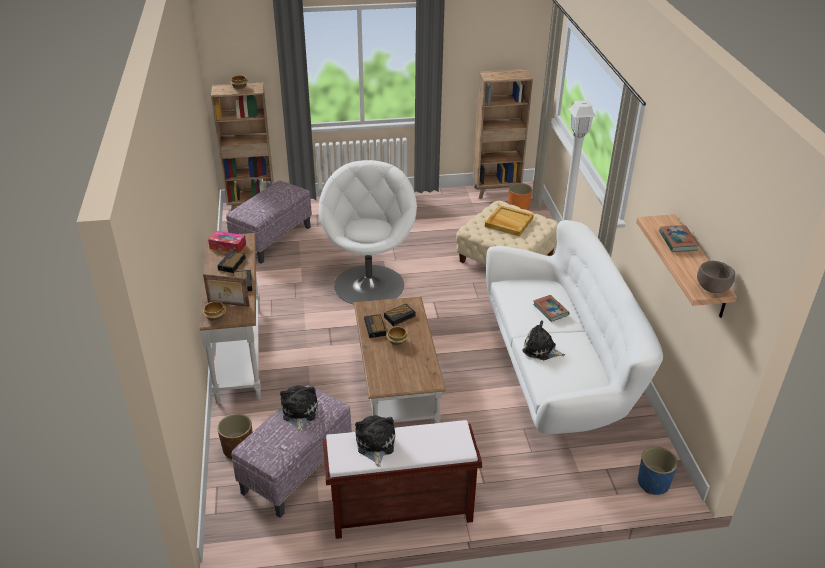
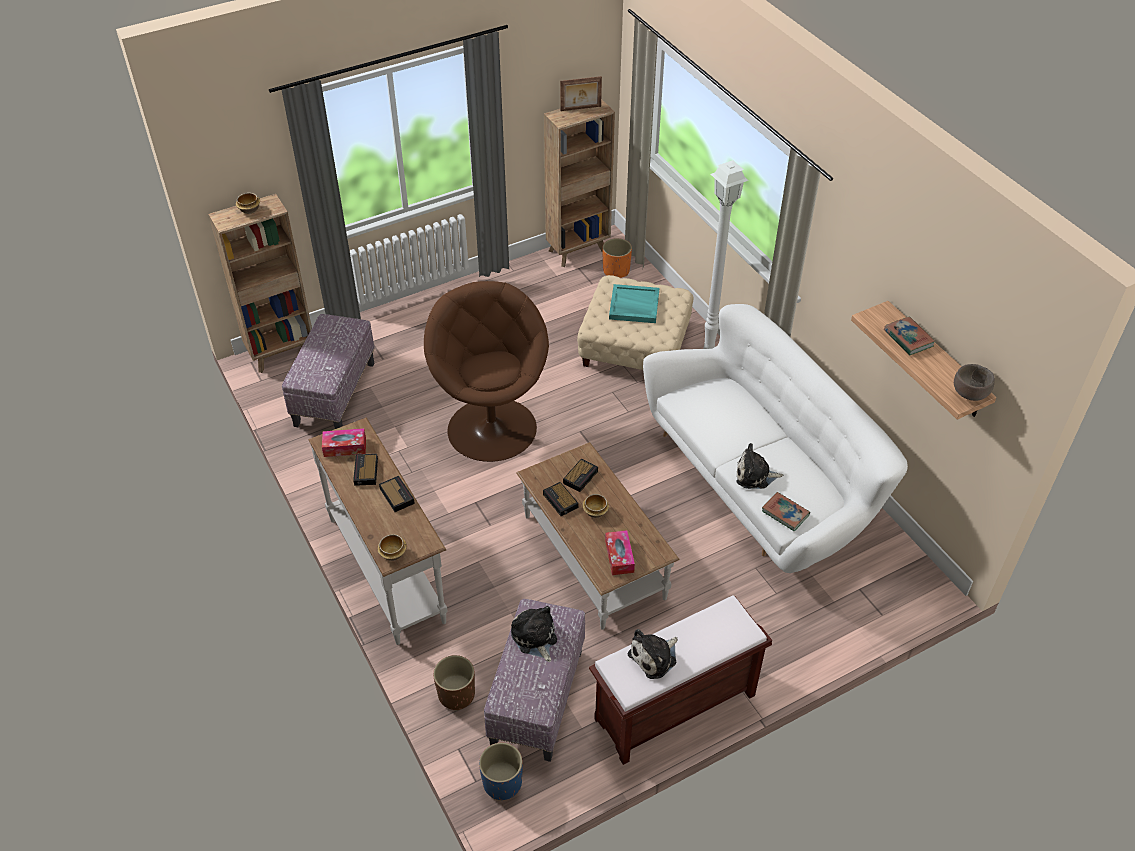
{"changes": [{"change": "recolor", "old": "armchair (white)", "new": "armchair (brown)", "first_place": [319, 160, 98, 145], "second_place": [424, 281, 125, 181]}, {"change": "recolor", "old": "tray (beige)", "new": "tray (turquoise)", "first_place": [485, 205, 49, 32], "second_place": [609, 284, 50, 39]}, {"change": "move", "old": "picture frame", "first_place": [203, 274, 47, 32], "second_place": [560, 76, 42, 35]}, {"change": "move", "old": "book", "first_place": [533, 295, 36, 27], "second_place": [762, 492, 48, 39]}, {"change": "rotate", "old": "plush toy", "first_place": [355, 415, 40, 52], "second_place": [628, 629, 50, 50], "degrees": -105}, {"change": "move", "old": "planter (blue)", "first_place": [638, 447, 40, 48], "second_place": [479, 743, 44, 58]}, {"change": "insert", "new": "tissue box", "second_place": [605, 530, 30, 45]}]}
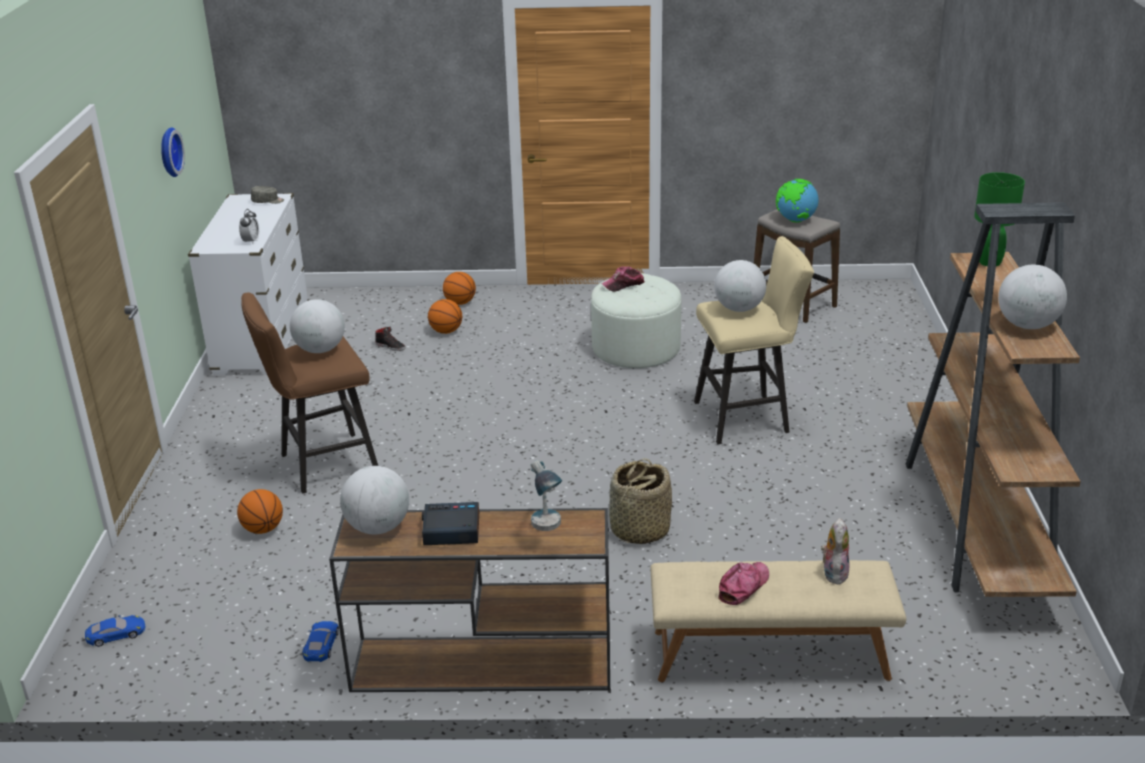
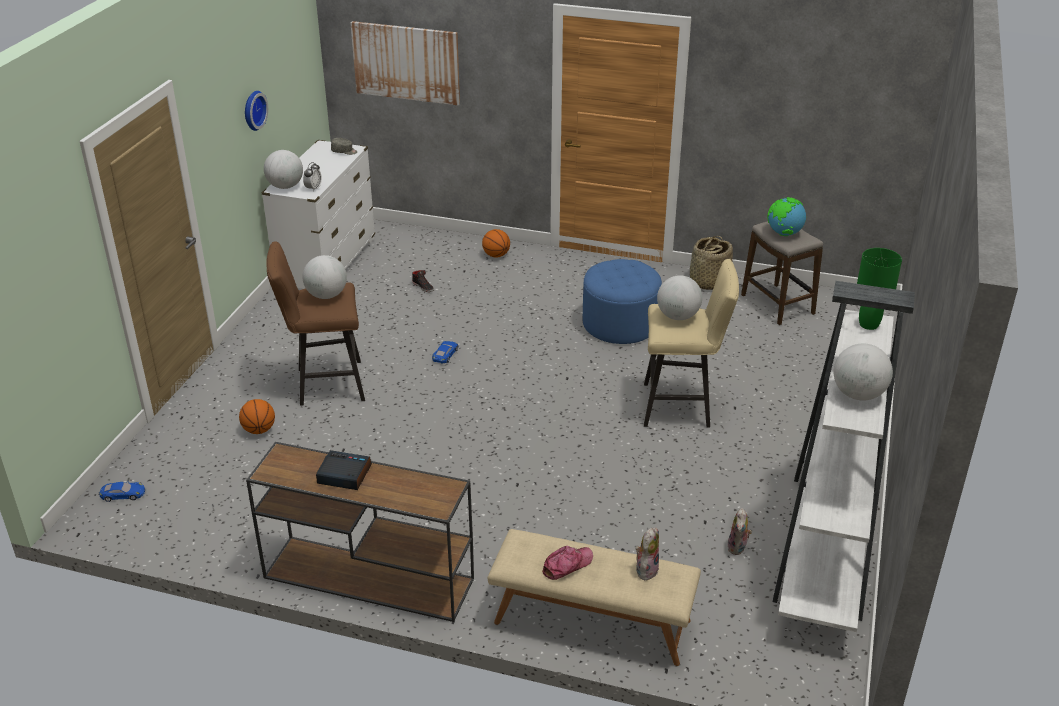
{"changes": [{"change": "recolor", "old": "bookcase (brown)", "new": "bookcase (white)", "first_place": [906, 202, 175, 395], "second_place": [773, 281, 142, 351]}, {"change": "delete", "old": "cap", "first_place": [602, 266, 43, 26]}, {"change": "recolor", "old": "ottoman (white)", "new": "ottoman (blue)", "first_place": [591, 273, 90, 96], "second_place": [583, 259, 79, 85]}, {"change": "delete", "old": "basketball", "first_place": [428, 299, 34, 35]}, {"change": "move", "old": "basket", "first_place": [609, 458, 63, 86], "second_place": [690, 236, 43, 54]}, {"change": "delete", "old": "table lamp", "first_place": [531, 460, 31, 71]}, {"change": "move", "old": "globe", "first_place": [340, 466, 69, 68], "second_place": [264, 150, 39, 39]}, {"change": "move", "old": "toy car (blue)", "first_place": [302, 621, 37, 41], "second_place": [432, 341, 26, 22]}, {"change": "insert", "new": "picture", "second_place": [351, 21, 109, 85]}, {"change": "insert", "new": "plush toy", "second_place": [727, 508, 25, 47]}]}
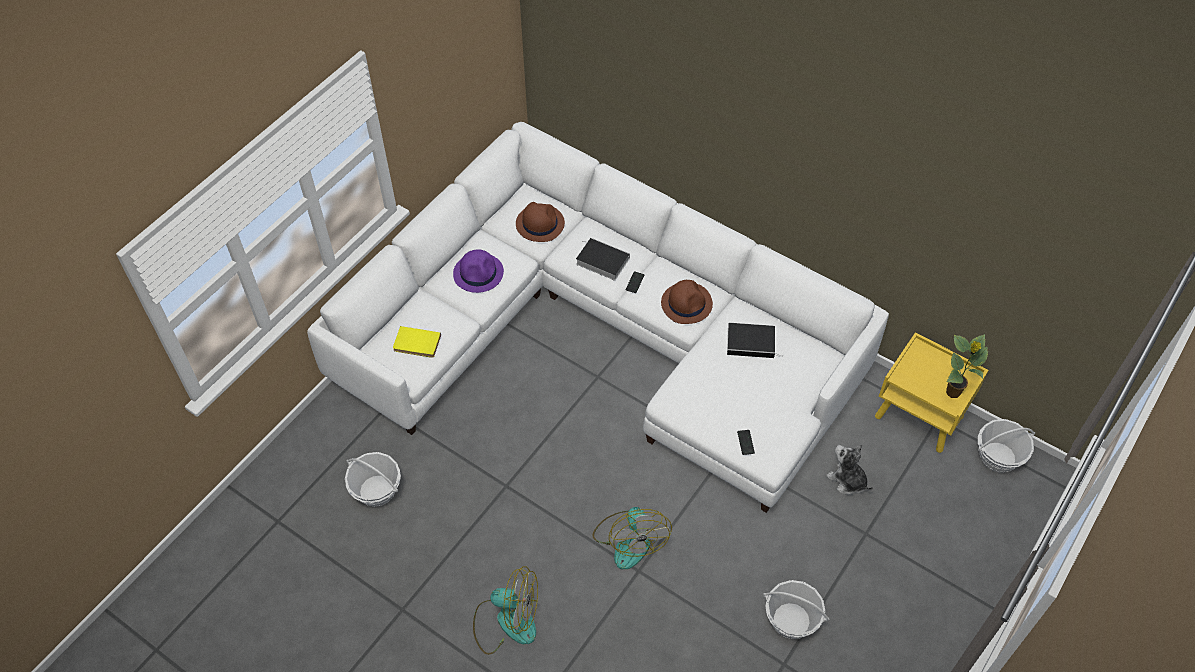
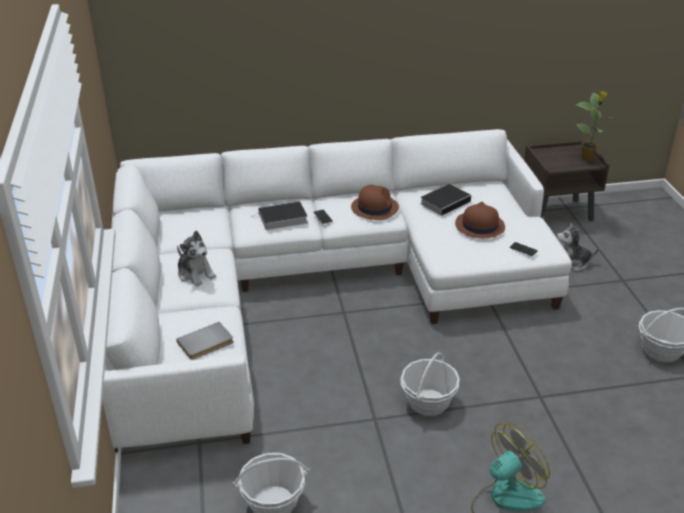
{"changes": [{"change": "move", "old": "hat (brown)", "first_place": [516, 202, 49, 40], "second_place": [455, 202, 50, 36]}, {"change": "replace", "old": "hat (purple)", "new": "plush toy", "first_place": [453, 249, 51, 44], "second_place": [177, 231, 39, 56]}, {"change": "recolor", "old": "book (yellow)", "new": "book (grey)", "first_place": [393, 326, 48, 32], "second_place": [176, 322, 57, 38]}, {"change": "recolor", "old": "nightstand (yellow)", "new": "nightstand (brown)", "first_place": [875, 332, 113, 121], "second_place": [524, 140, 86, 81]}, {"change": "move", "old": "basket", "first_place": [978, 419, 57, 54], "second_place": [400, 352, 60, 64]}, {"change": "delete", "old": "fan", "first_place": [593, 507, 79, 63]}]}
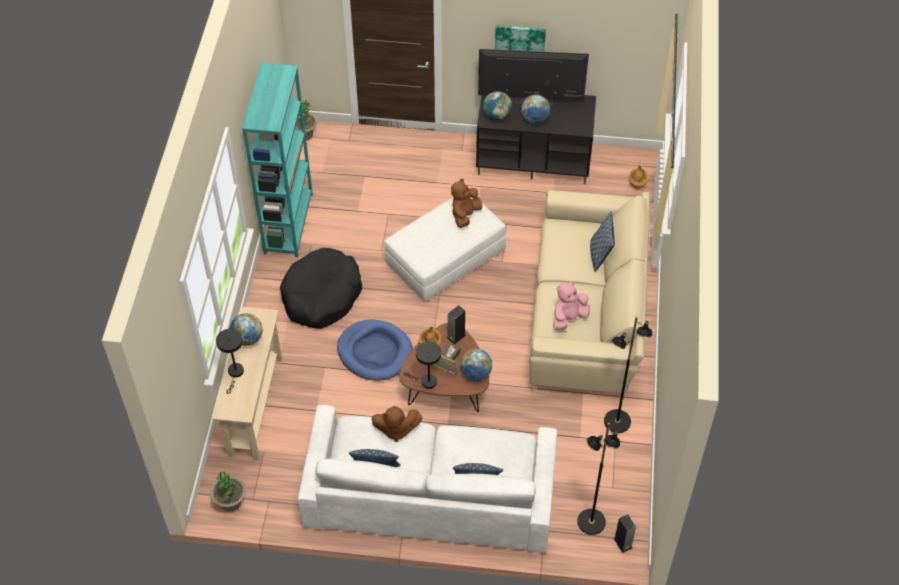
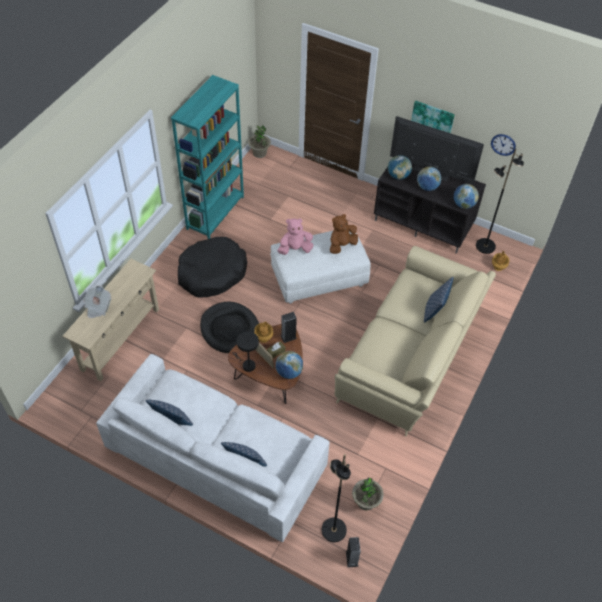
{"changes": [{"change": "move", "old": "plush toy (pink)", "first_place": [553, 281, 37, 49], "second_place": [277, 218, 37, 37]}, {"change": "move", "old": "globe", "first_place": [229, 313, 34, 33], "second_place": [454, 184, 25, 25]}, {"change": "move", "old": "floor lamp (black)", "first_place": [604, 316, 48, 117], "second_place": [476, 149, 48, 105]}, {"change": "recolor", "old": "dog bed (blue)", "new": "dog bed (black)", "first_place": [337, 320, 76, 61], "second_place": [200, 302, 59, 51]}, {"change": "replace", "old": "table lamp (black)", "new": "newspaper", "first_place": [216, 329, 28, 65], "second_place": [84, 285, 27, 33]}, {"change": "delete", "old": "plush toy (brown)", "first_place": [371, 406, 52, 36]}, {"change": "move", "old": "potted plant", "first_place": [210, 472, 36, 40], "second_place": [352, 478, 32, 32]}, {"change": "insert", "new": "wall clock", "second_place": [491, 134, 25, 22]}]}
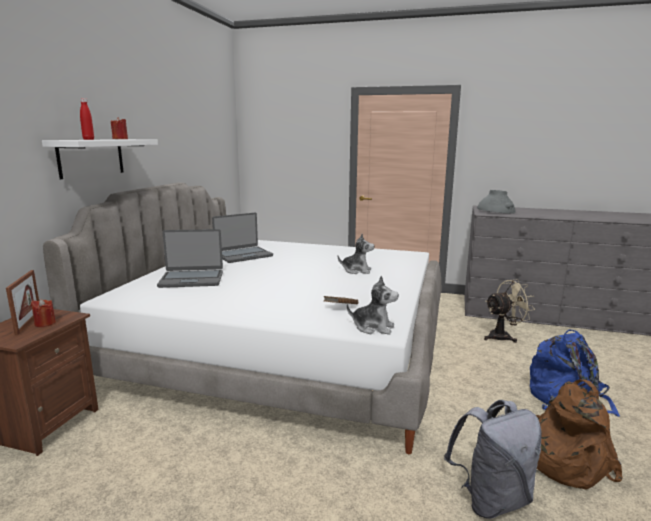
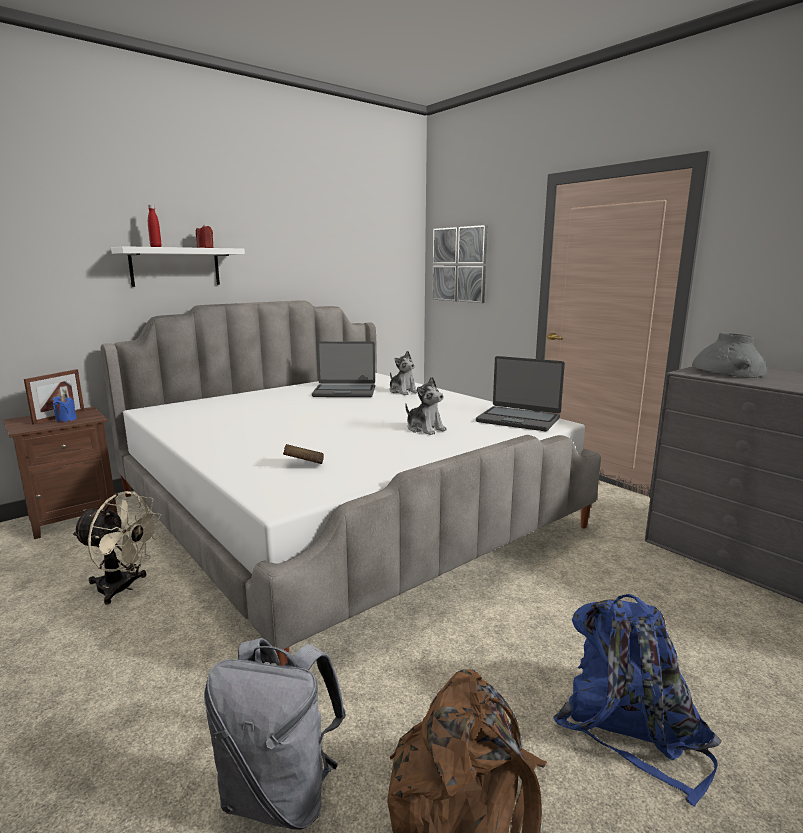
{"changes": [{"change": "move", "old": "laptop", "first_place": [157, 229, 66, 59], "second_place": [476, 356, 89, 75]}, {"change": "move", "old": "plush toy", "first_place": [347, 276, 52, 59], "second_place": [390, 351, 28, 44]}, {"change": "move", "old": "fan (beige)", "first_place": [484, 279, 51, 64], "second_place": [72, 491, 90, 114]}, {"change": "recolor", "old": "candle (red)", "new": "candle (blue)", "first_place": [31, 299, 25, 28], "second_place": [53, 396, 24, 27]}, {"change": "insert", "new": "picture", "second_place": [432, 225, 55, 78]}]}
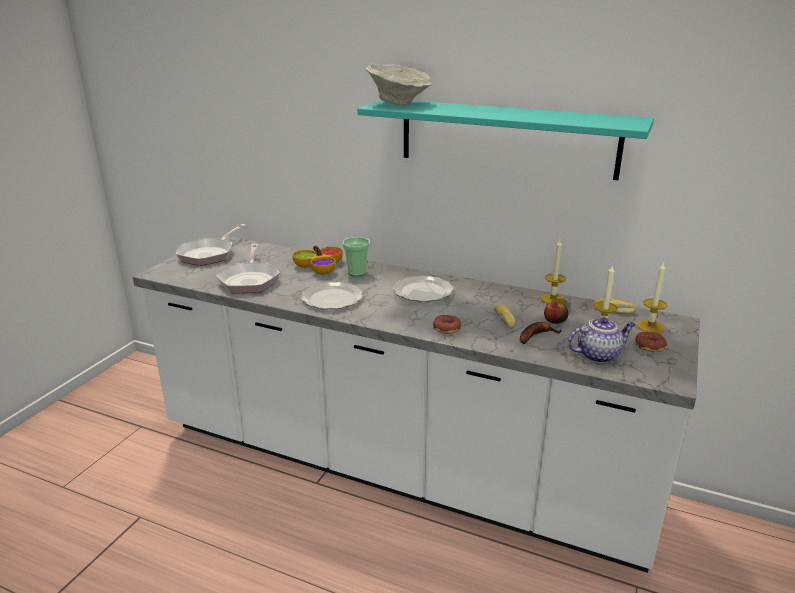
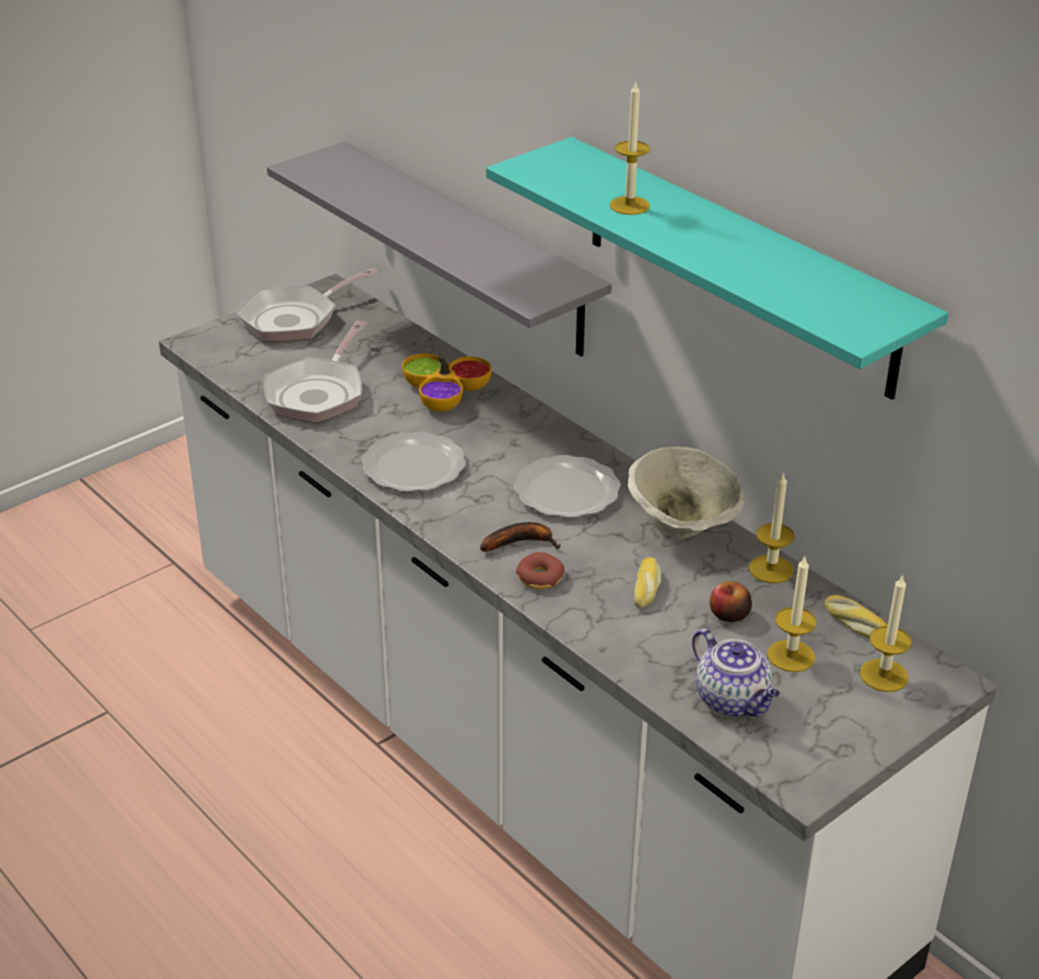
{"changes": [{"change": "move", "old": "bowl (beige)", "first_place": [366, 64, 66, 42], "second_place": [628, 446, 117, 92]}, {"change": "delete", "old": "cup", "first_place": [342, 237, 28, 40]}, {"change": "rotate", "old": "teapot", "first_place": [568, 317, 67, 46], "second_place": [692, 629, 88, 88], "degrees": 45}, {"change": "move", "old": "banana", "first_place": [520, 322, 42, 22], "second_place": [480, 522, 81, 30]}, {"change": "delete", "old": "donut", "first_place": [635, 332, 32, 20]}, {"change": "insert", "new": "candle", "second_place": [610, 82, 40, 133]}, {"change": "insert", "new": "shelf (grey)", "second_place": [267, 141, 345, 215]}]}
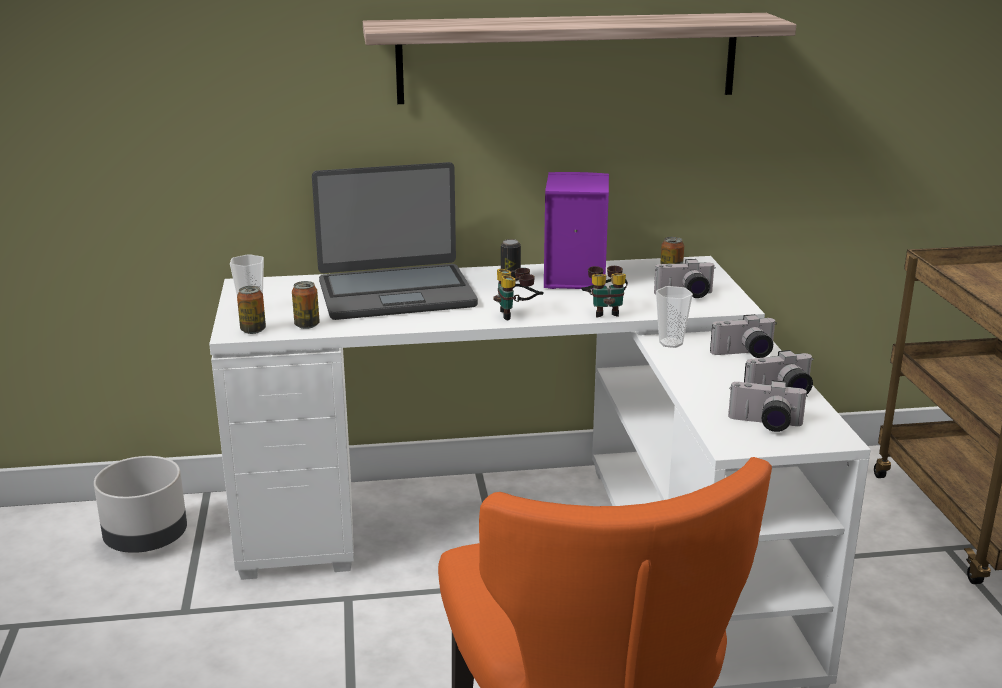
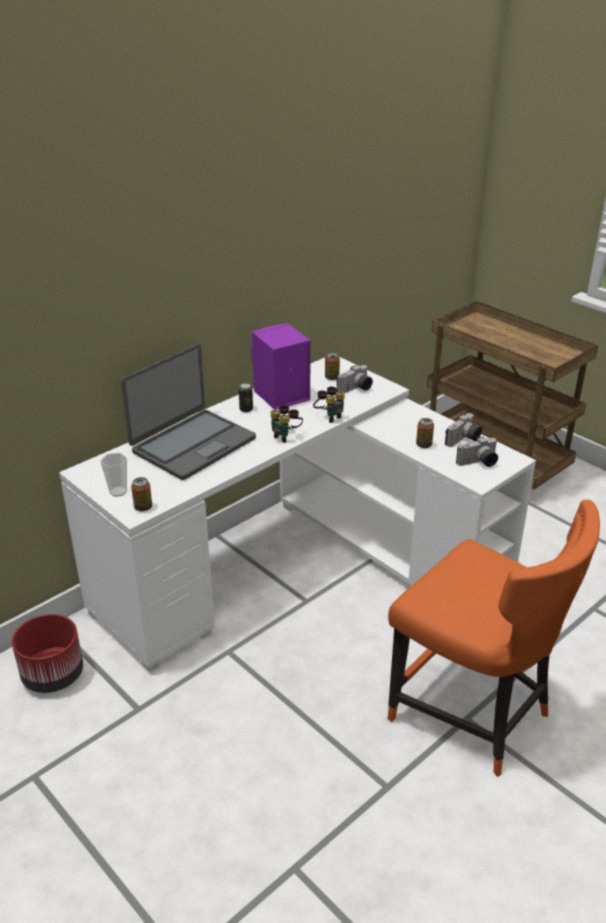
{"changes": [{"change": "delete", "old": "shelf", "first_place": [363, 13, 433, 91]}, {"change": "move", "old": "can", "first_place": [292, 281, 28, 48], "second_place": [416, 418, 18, 30]}, {"change": "delete", "old": "cup", "first_place": [656, 286, 37, 62]}, {"change": "delete", "old": "photo camera", "first_place": [710, 314, 67, 44]}, {"change": "recolor", "old": "planter (grey)", "new": "planter (red)", "first_place": [94, 456, 93, 97], "second_place": [12, 614, 71, 79]}]}
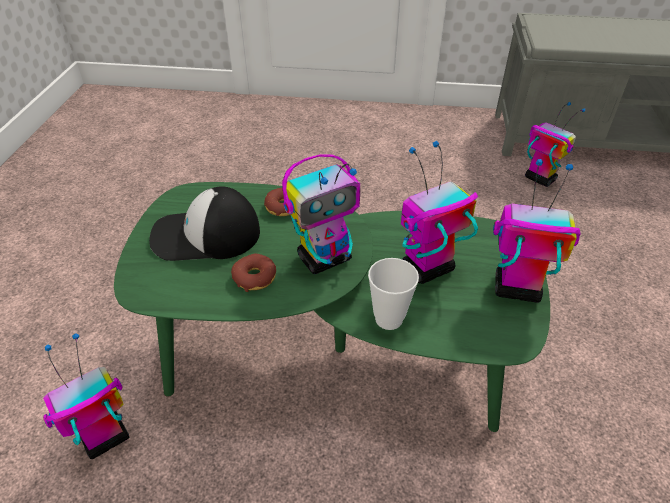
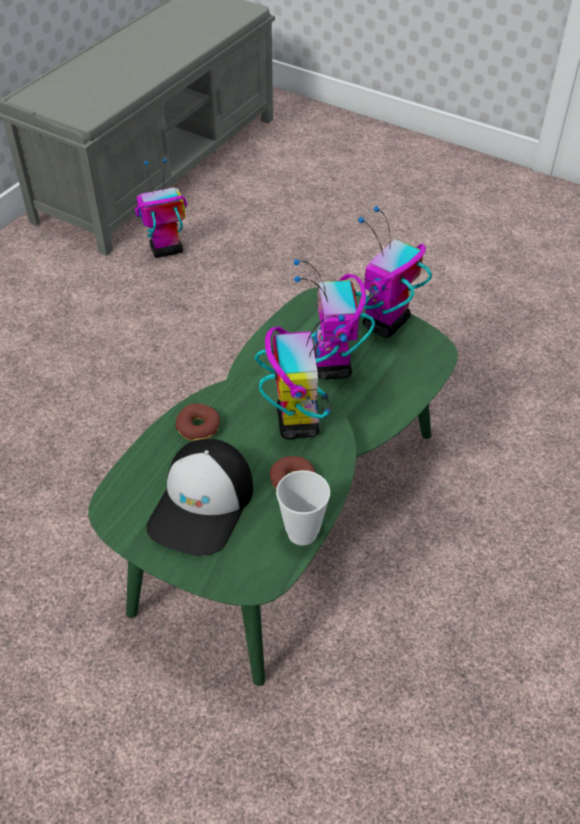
{"changes": [{"change": "move", "old": "cup", "first_place": [368, 258, 51, 72], "second_place": [276, 470, 54, 76]}, {"change": "delete", "old": "toy robot", "first_place": [43, 333, 86, 126]}]}
